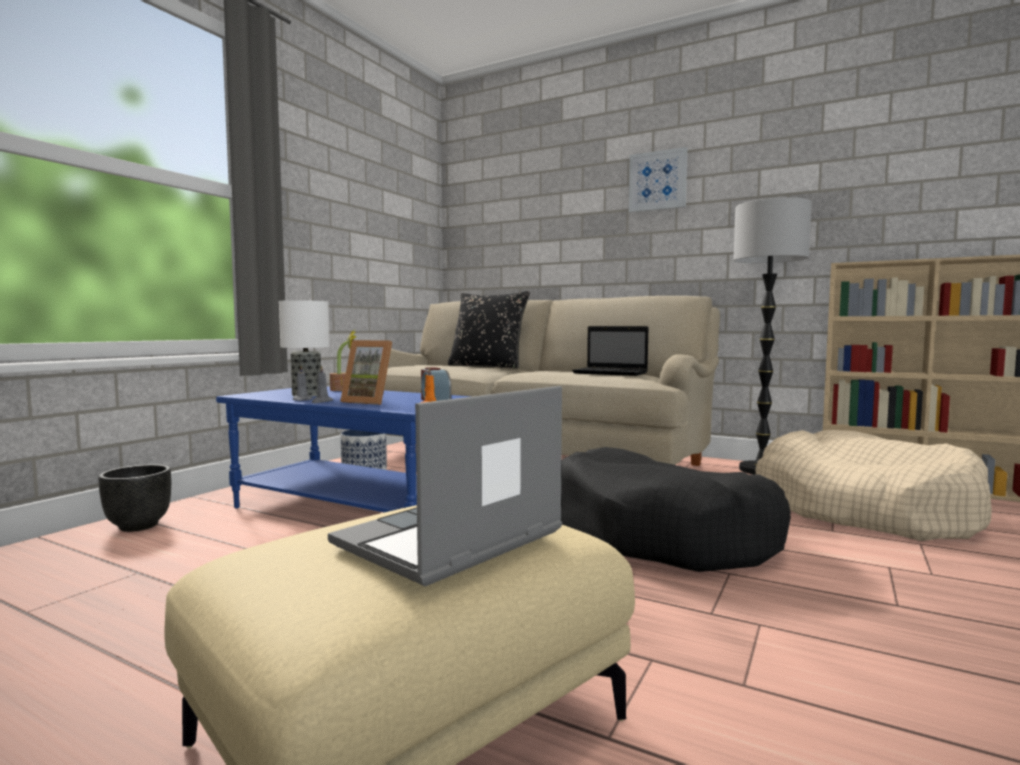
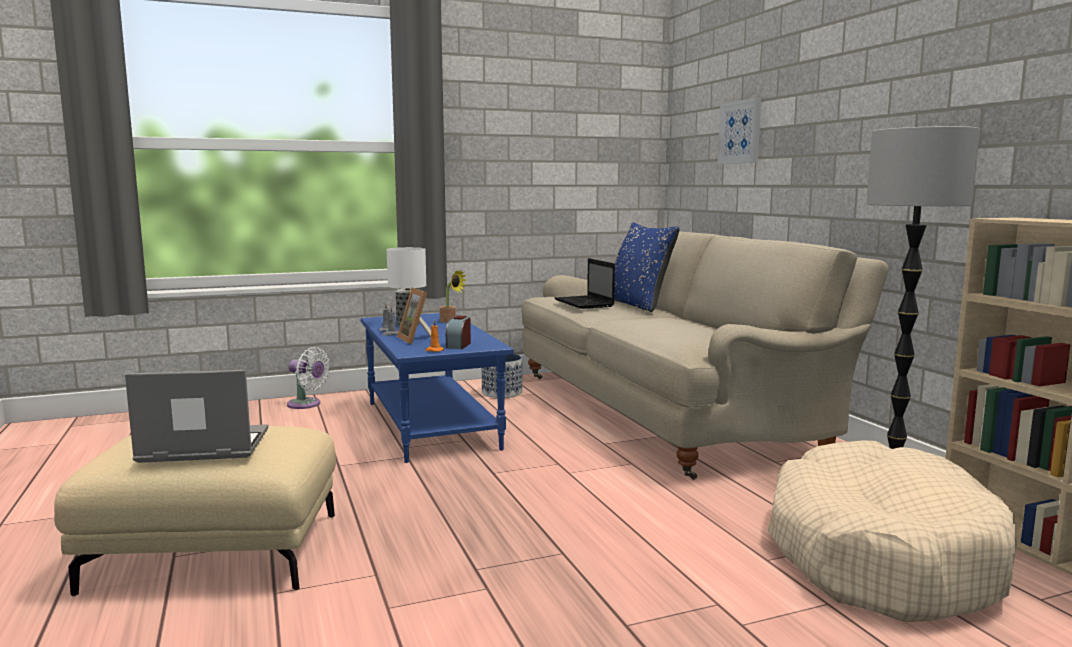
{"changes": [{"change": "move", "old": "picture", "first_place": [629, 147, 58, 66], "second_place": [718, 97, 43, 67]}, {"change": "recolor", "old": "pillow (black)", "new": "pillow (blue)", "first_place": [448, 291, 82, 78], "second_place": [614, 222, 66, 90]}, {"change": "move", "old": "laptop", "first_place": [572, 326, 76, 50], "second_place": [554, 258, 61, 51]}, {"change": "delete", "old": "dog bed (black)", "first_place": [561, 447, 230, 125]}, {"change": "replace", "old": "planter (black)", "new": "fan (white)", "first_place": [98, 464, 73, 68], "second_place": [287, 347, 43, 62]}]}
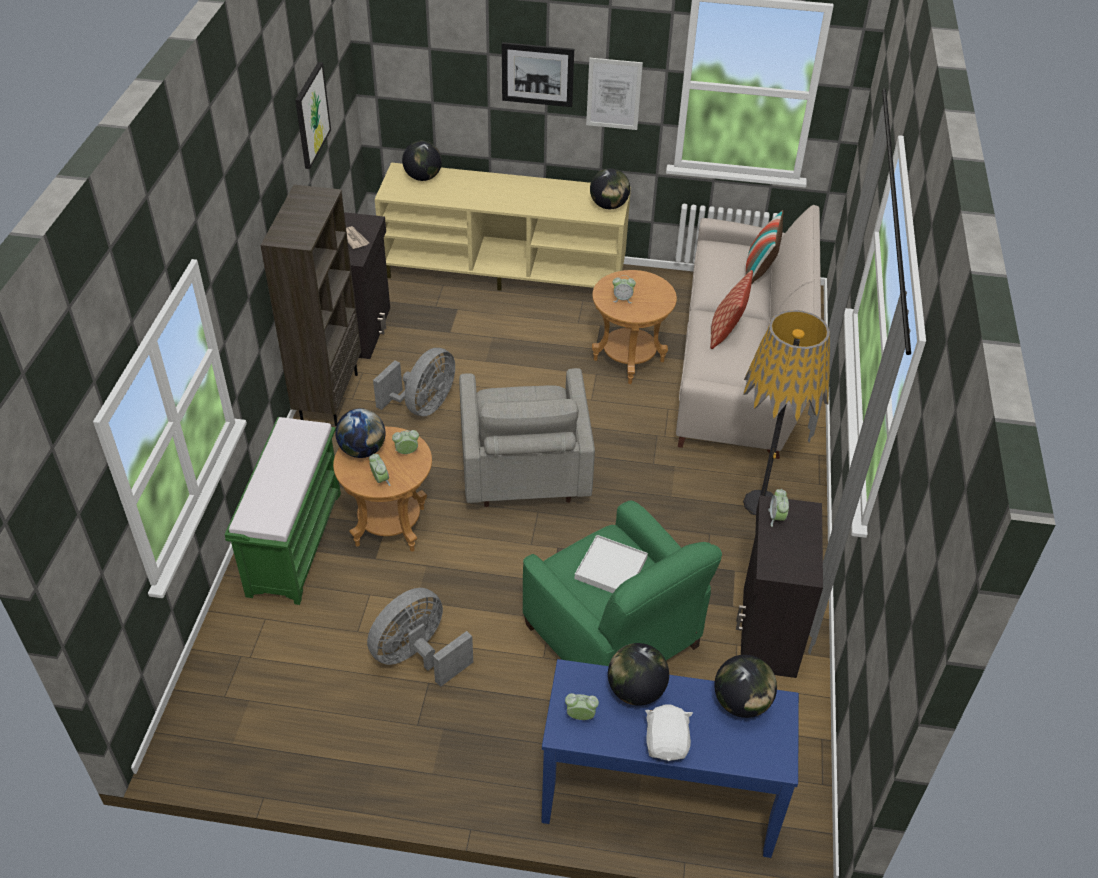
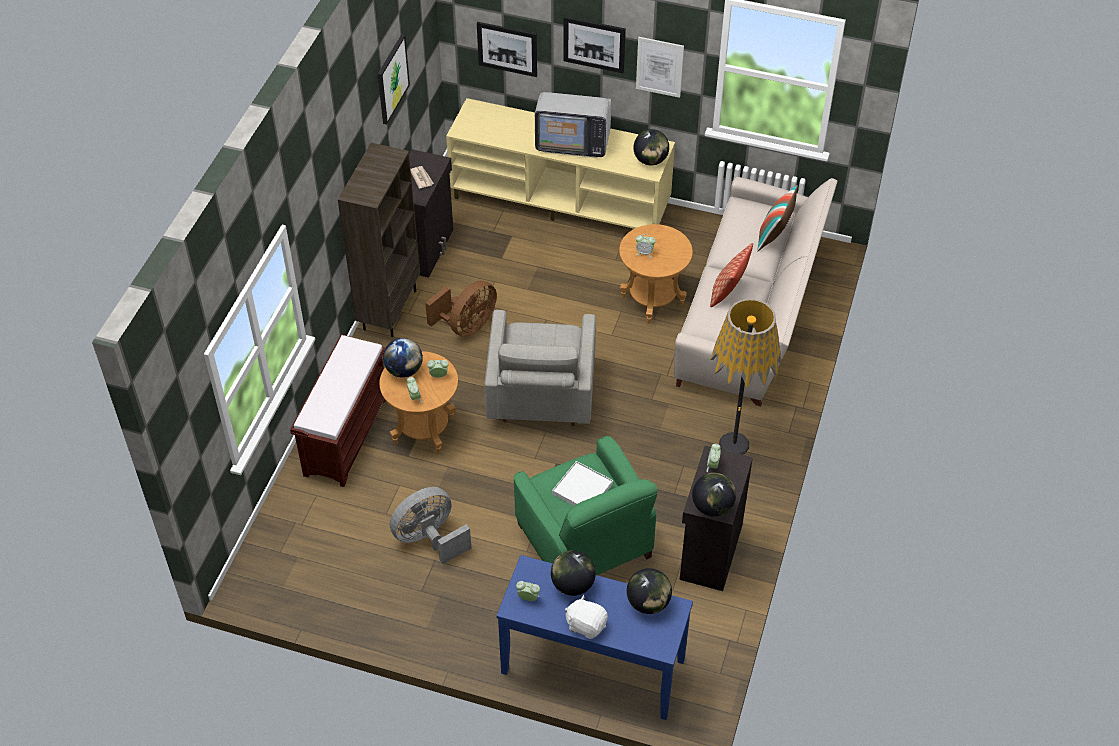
{"changes": [{"change": "move", "old": "globe", "first_place": [402, 141, 40, 40], "second_place": [692, 473, 44, 44]}, {"change": "recolor", "old": "fan (grey)", "new": "fan (brown)", "first_place": [373, 348, 82, 68], "second_place": [425, 281, 72, 56]}, {"change": "recolor", "old": "bench (green)", "new": "bench (brown)", "first_place": [224, 417, 117, 188], "second_place": [290, 334, 96, 153]}, {"change": "rotate", "old": "plush toy (white)", "first_place": [645, 704, 48, 57], "second_place": [565, 595, 43, 44], "degrees": -75}, {"change": "insert", "new": "picture", "second_place": [477, 22, 60, 55]}, {"change": "insert", "new": "television", "second_place": [535, 92, 76, 66]}]}
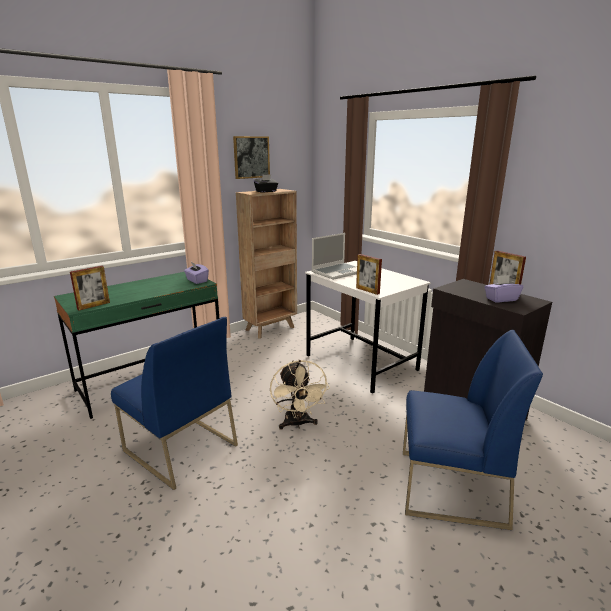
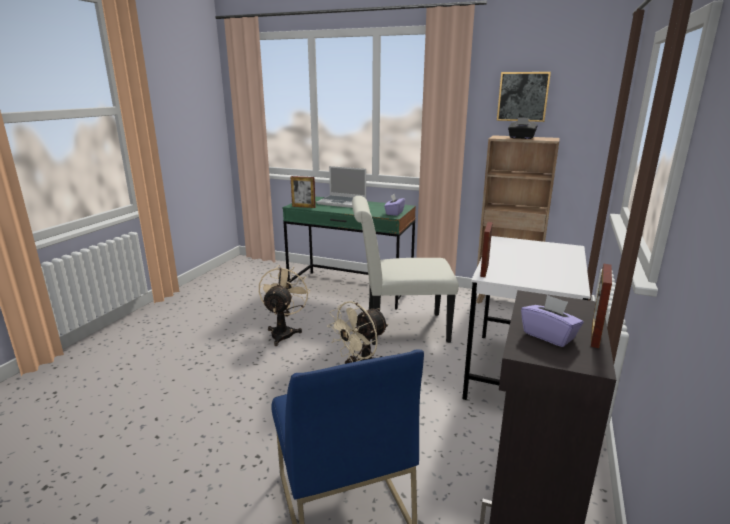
{"changes": [{"change": "move", "old": "laptop", "first_place": [312, 233, 45, 47], "second_place": [317, 166, 49, 42]}, {"change": "replace", "old": "chair (blue)", "new": "fan (beige)", "first_place": [111, 317, 127, 173], "second_place": [259, 265, 51, 81]}, {"change": "insert", "new": "chair (white)", "second_place": [352, 196, 107, 149]}]}
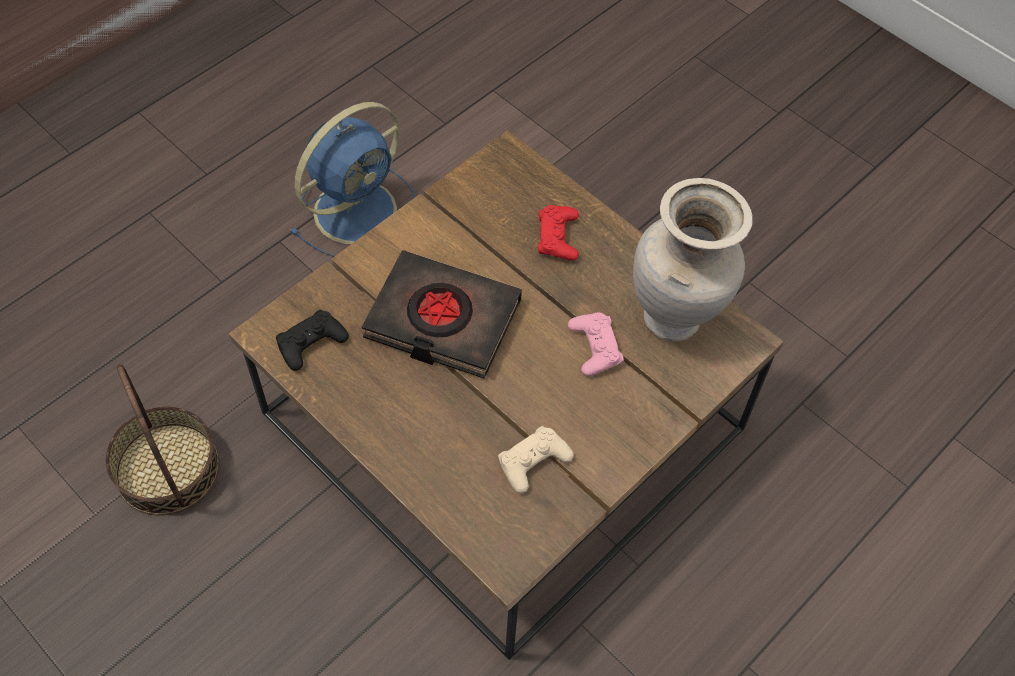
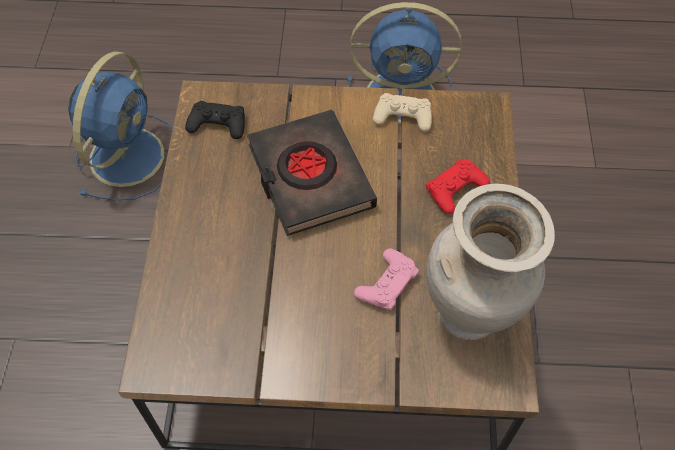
{"changes": [{"change": "replace", "old": "basket", "new": "fan (blue)", "first_place": [106, 364, 113, 152], "second_place": [68, 52, 105, 148]}, {"change": "move", "old": "game controller (beige)", "first_place": [498, 426, 76, 67], "second_place": [373, 93, 59, 39]}]}
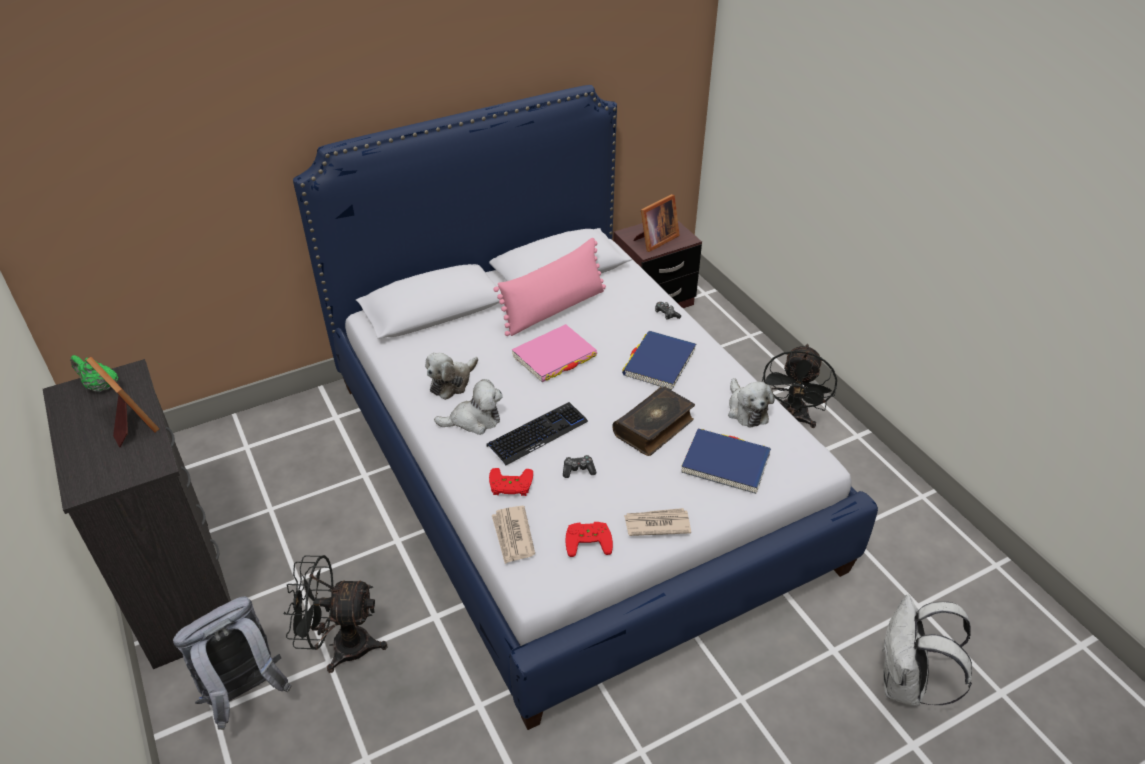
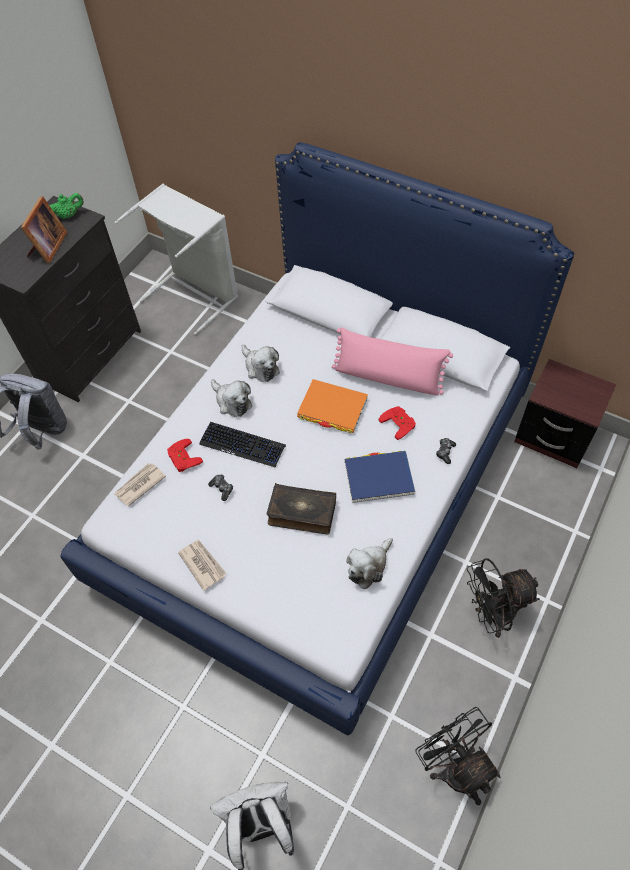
{"changes": [{"change": "delete", "old": "picture frame", "first_place": [633, 194, 47, 58]}, {"change": "recolor", "old": "book (pink)", "new": "book (orange)", "first_place": [512, 324, 85, 58], "second_place": [297, 379, 71, 54]}, {"change": "rotate", "old": "plush toy", "first_place": [425, 353, 53, 47], "second_place": [241, 345, 39, 37], "degrees": -135}, {"change": "rotate", "old": "teapot (green)", "first_place": [70, 355, 48, 37], "second_place": [49, 193, 35, 26], "degrees": 75}, {"change": "delete", "old": "book (blue)", "first_place": [681, 428, 90, 66]}, {"change": "move", "old": "game controller (red)", "first_place": [565, 522, 48, 35], "second_place": [379, 406, 37, 34]}, {"change": "move", "old": "fan (black)", "first_place": [283, 555, 105, 118], "second_place": [415, 707, 86, 98]}, {"change": "insert", "new": "laundry basket (grey)", "second_place": [114, 184, 124, 151]}]}
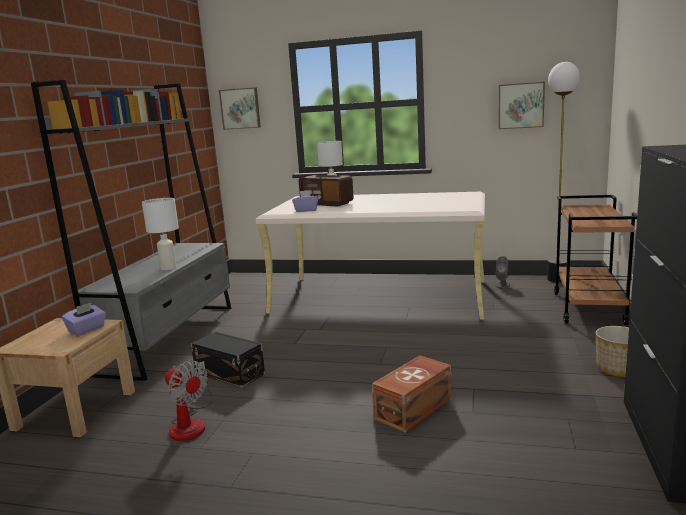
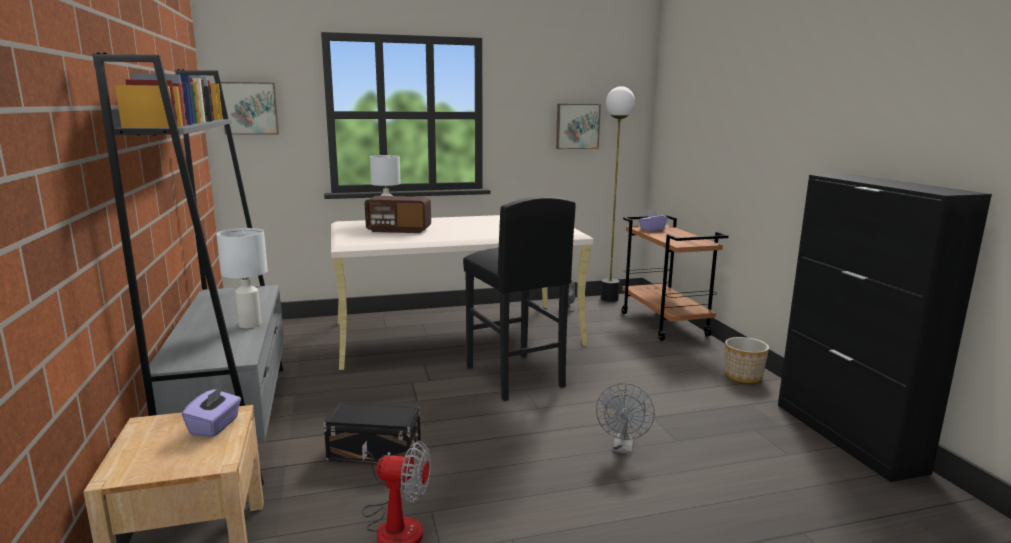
{"changes": [{"change": "move", "old": "tissue box (purple)", "first_place": [292, 190, 26, 22], "second_place": [639, 210, 29, 21]}, {"change": "replace", "old": "storage box (brown)", "new": "fan (grey)", "first_place": [372, 356, 79, 77], "second_place": [596, 383, 59, 71]}, {"change": "insert", "new": "stool (black)", "second_place": [463, 197, 113, 204]}]}
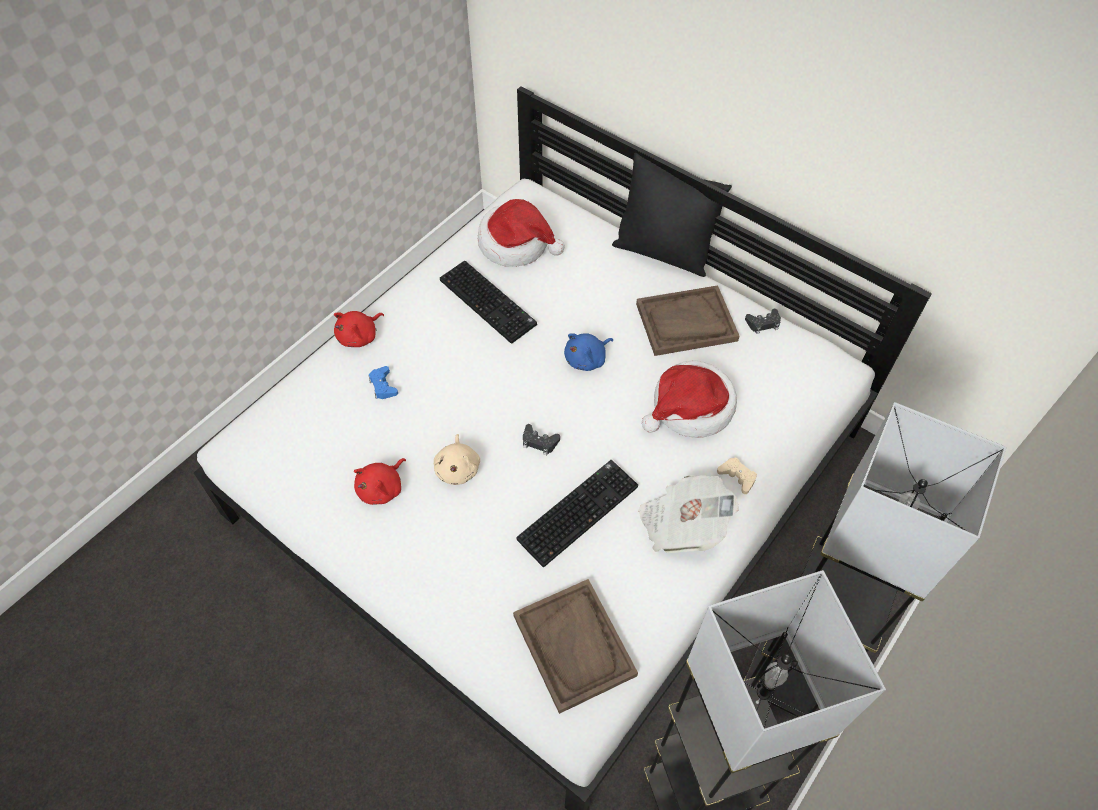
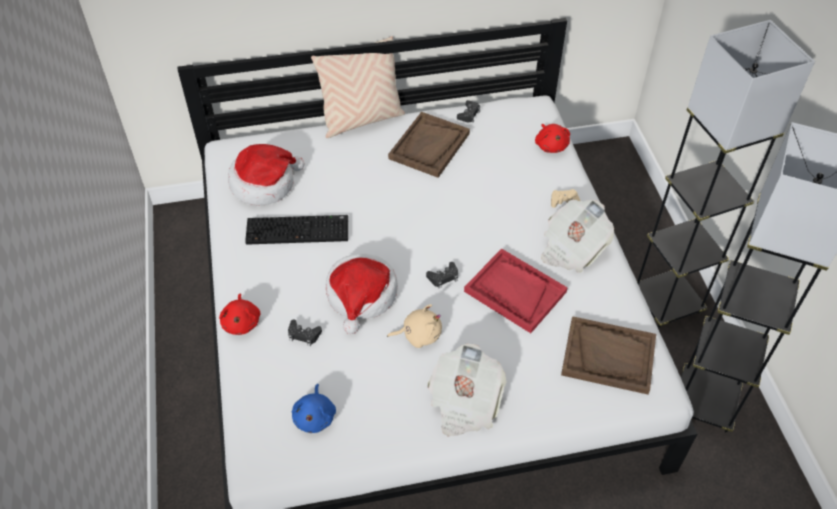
{"changes": [{"change": "recolor", "old": "pillow (black)", "new": "pillow (beige)", "first_place": [612, 153, 120, 124], "second_place": [311, 36, 94, 102]}, {"change": "move", "old": "plush toy (blue)", "first_place": [564, 333, 49, 38], "second_place": [292, 384, 44, 49]}, {"change": "move", "old": "hat", "first_place": [642, 360, 95, 78], "second_place": [325, 254, 73, 80]}, {"change": "recolor", "old": "game controller (blue)", "new": "game controller (black)", "first_place": [368, 366, 30, 33], "second_place": [288, 319, 34, 27]}, {"change": "rotate", "old": "plush toy (beige)", "first_place": [434, 434, 46, 51], "second_place": [387, 304, 55, 44], "degrees": -45}, {"change": "move", "old": "plush toy (red)", "first_place": [354, 458, 52, 47], "second_place": [535, 124, 35, 29]}, {"change": "replace", "old": "keyboard", "new": "tray (red)", "first_place": [516, 460, 122, 107], "second_place": [464, 248, 104, 85]}, {"change": "insert", "new": "newspaper", "second_place": [428, 344, 79, 92]}]}
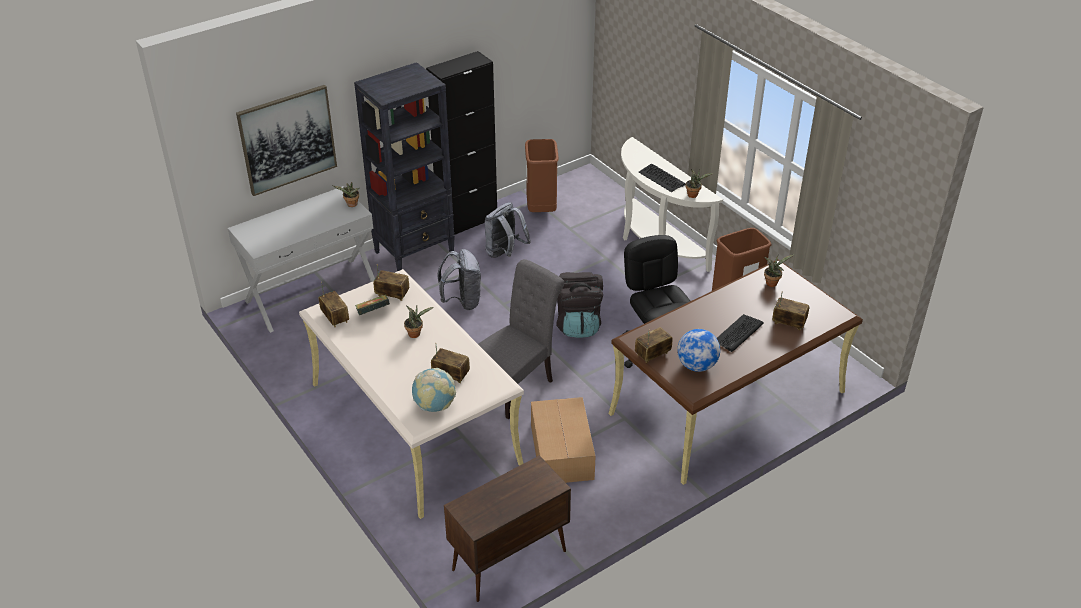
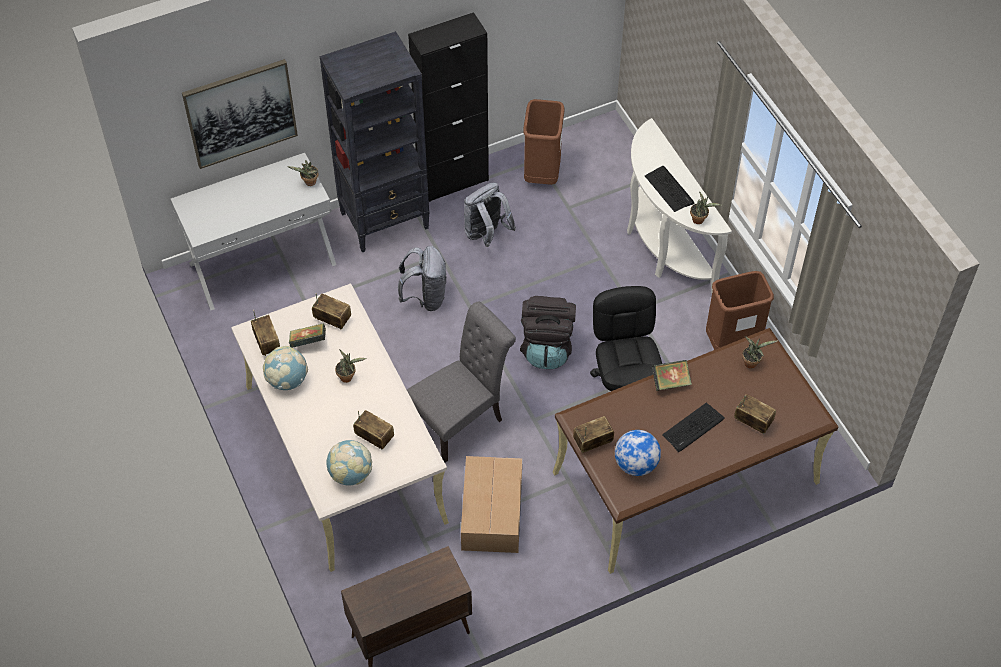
{"changes": [{"change": "insert", "new": "globe", "second_place": [263, 346, 45, 44]}, {"change": "insert", "new": "book", "second_place": [652, 360, 40, 31]}]}
